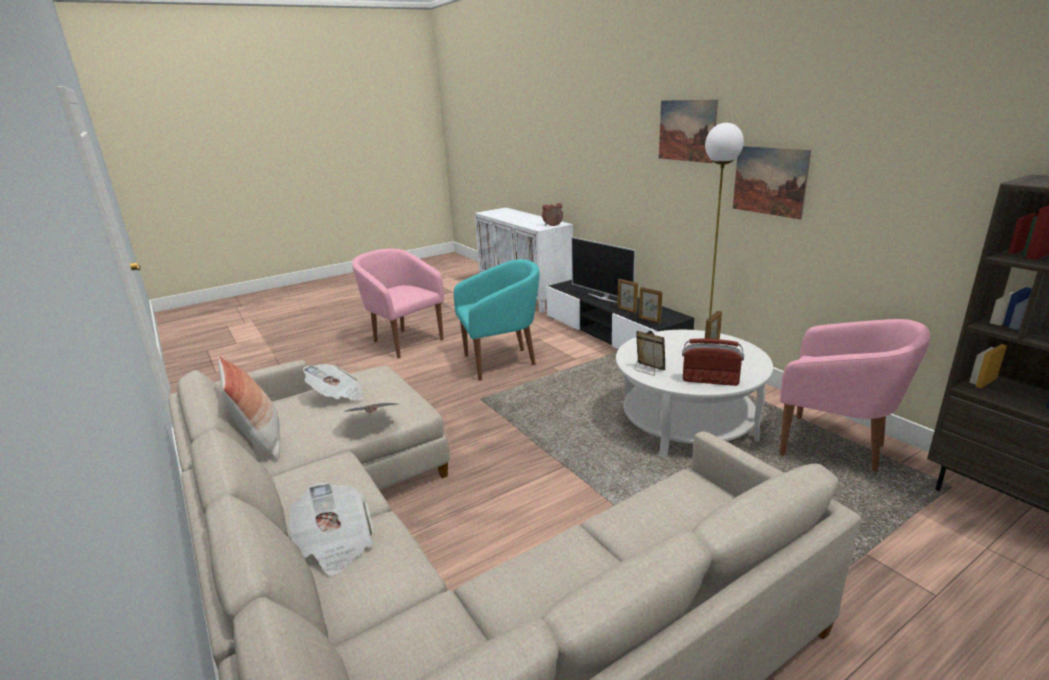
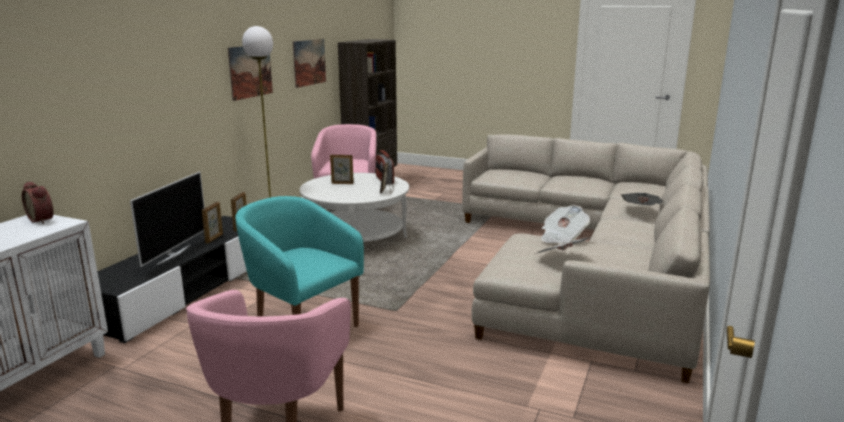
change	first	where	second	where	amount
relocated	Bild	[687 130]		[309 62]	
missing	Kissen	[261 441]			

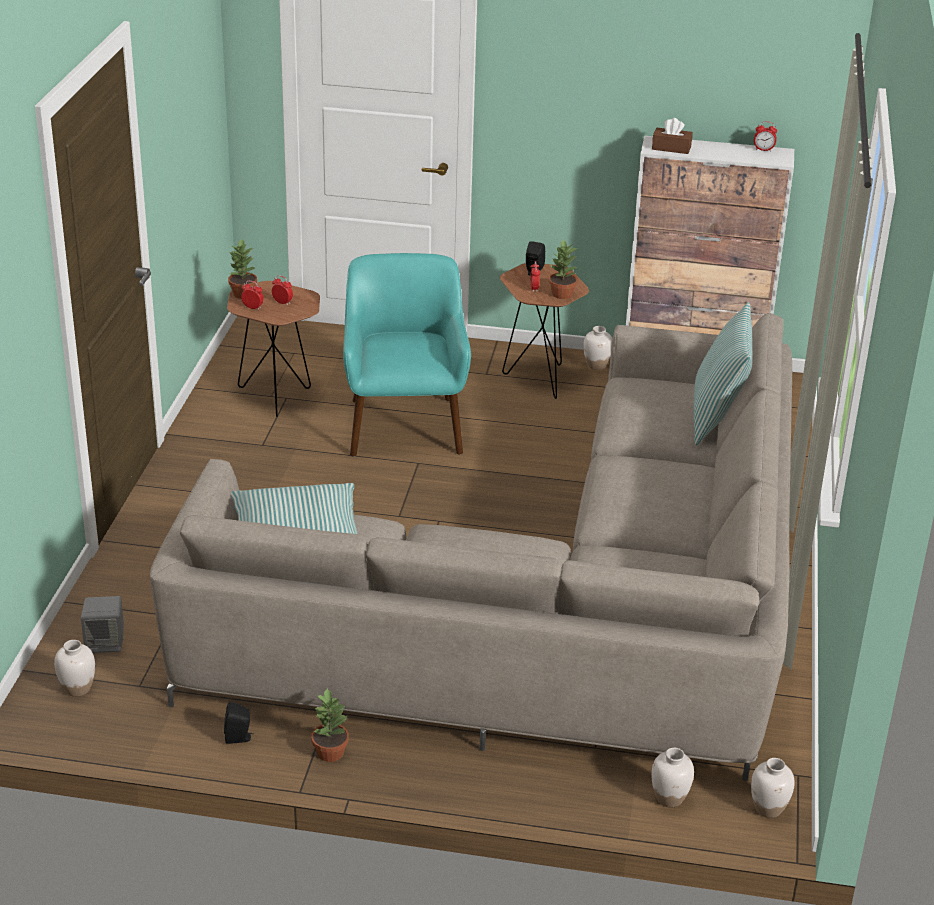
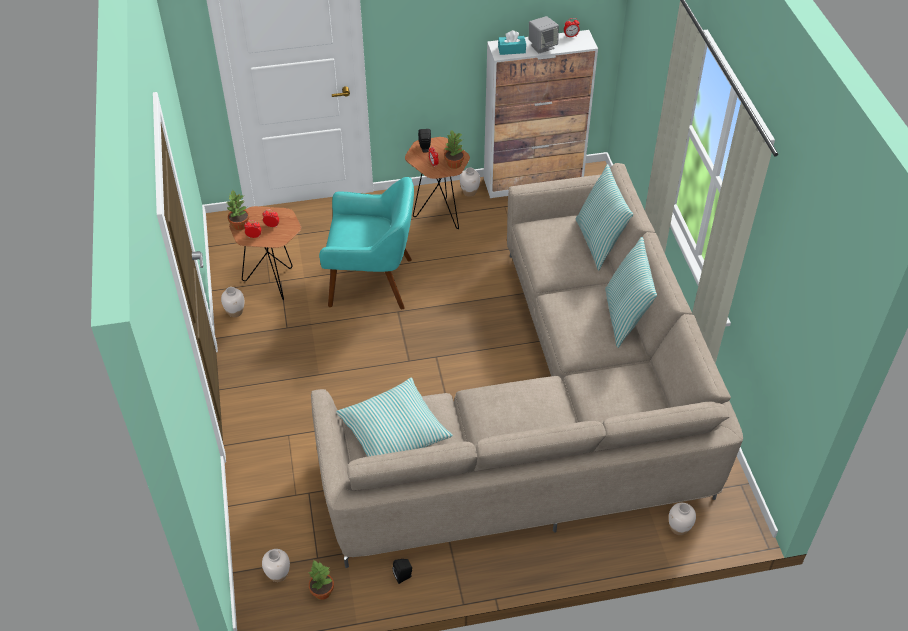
change	first	where	second	where	amount
colour	Taschentuchbox [braun]	[671 148]	Taschentuchbox [türkis]	[511 50]	
spun	Sessel [türkis]	[404 425]		[372 282]	120 degrees clockwise
relocated	Lautsprecher [grau]	[105 643]		[542 46]	
relocated	Topfpflanze	[329 752]		[322 591]	
relocated	Vase [weiß]	[768 809]		[235 312]	
appeared			Kissen	[625 317]	

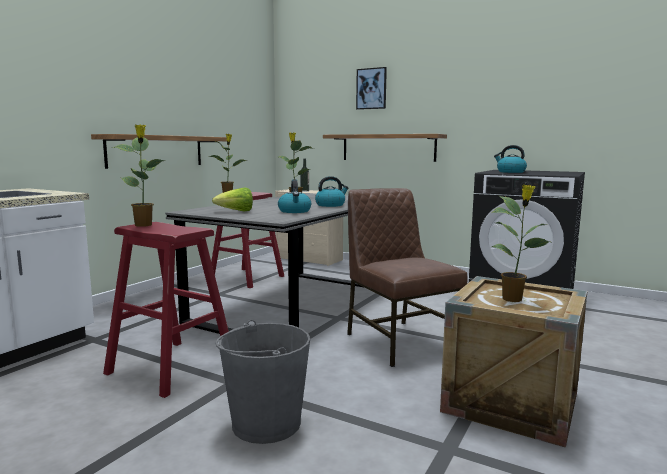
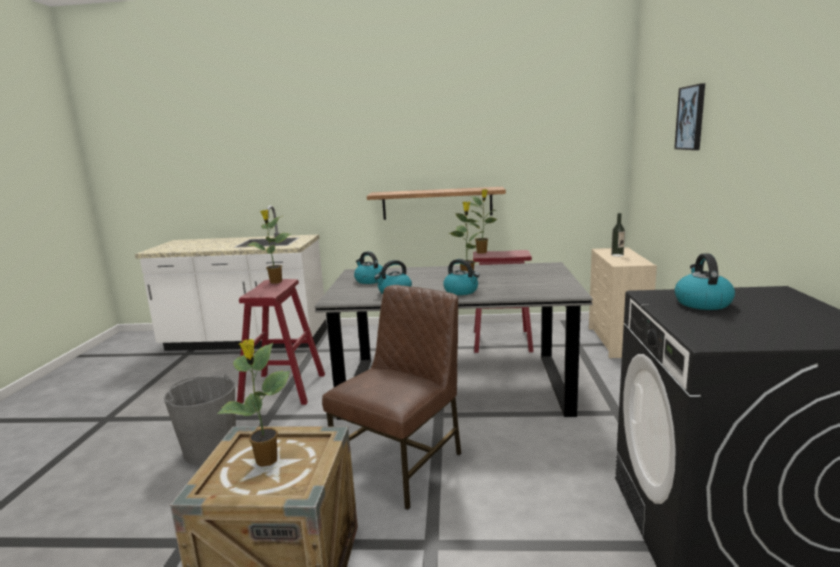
change	first	where	second	where	amount
missing	Wandregal	[388 147]			
exchanged	Salatkopf	[236 211]	Wasserkessel	[369 280]	

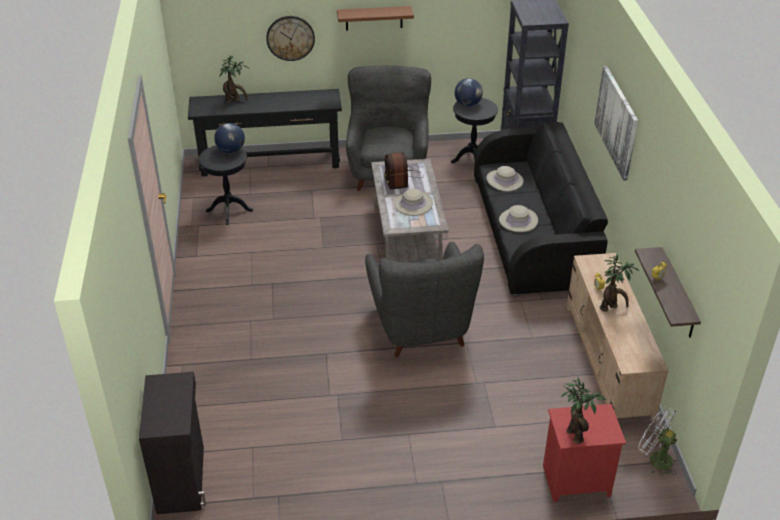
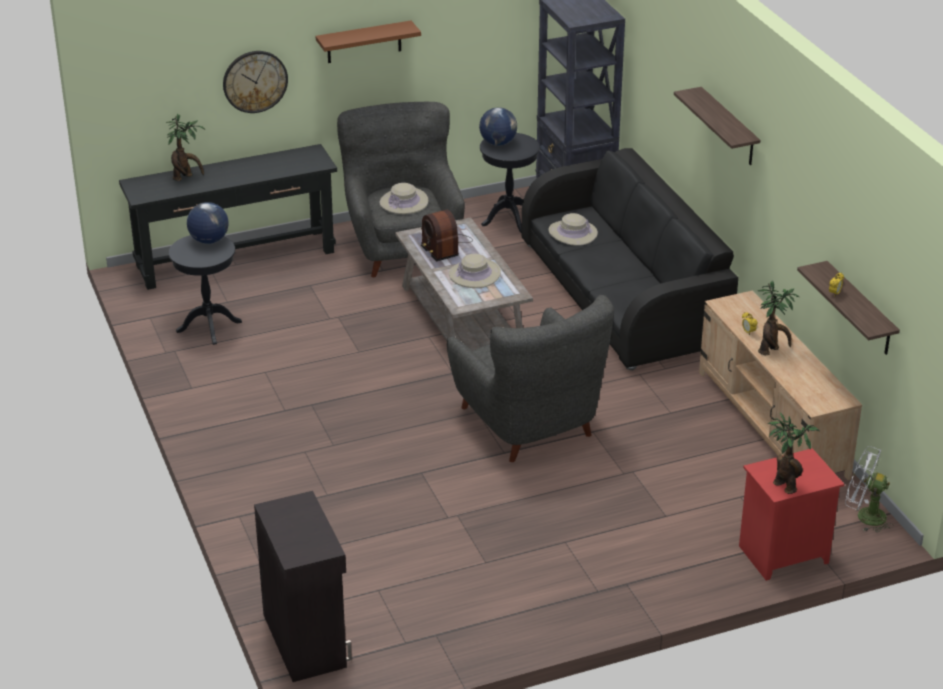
change	first	where	second	where	amount
exchanged	Bild	[617 122]	Wandregal	[729 127]	
relocated	Hut [beige]	[518 220]		[404 202]	

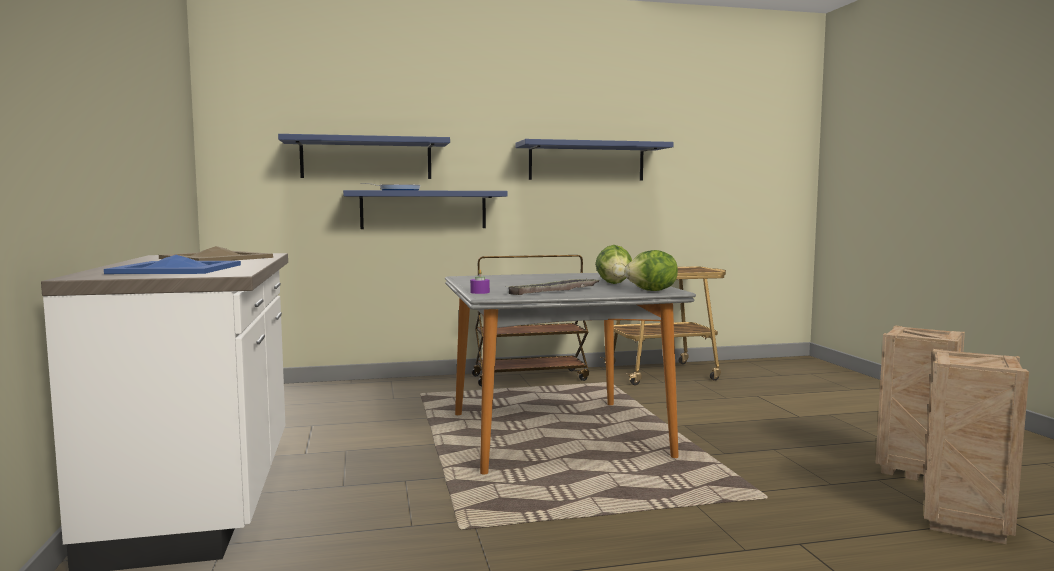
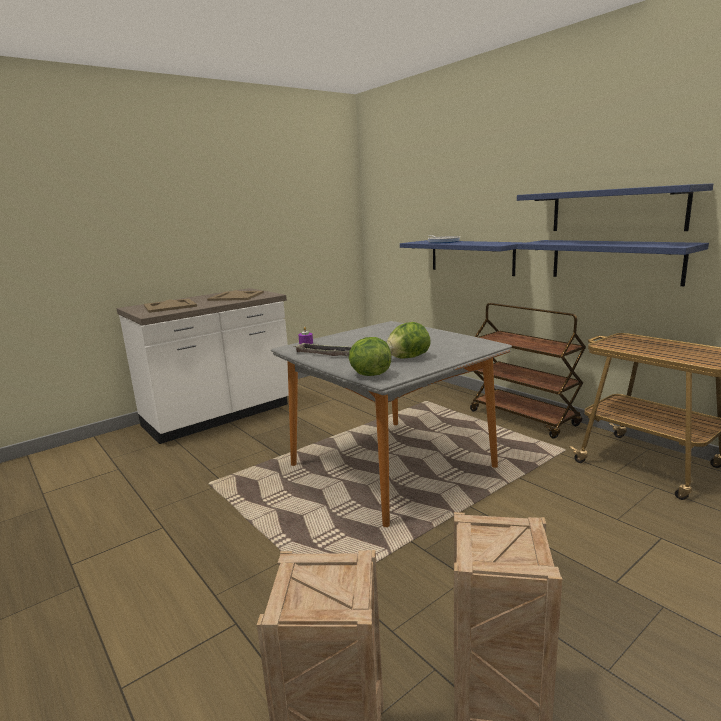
change	first	where	second	where	amount
relocated	Wandregal [blau]	[366 159]		[614 261]	
colour	Tablett [blau]	[175 269]	Tablett [beige]	[169 306]	

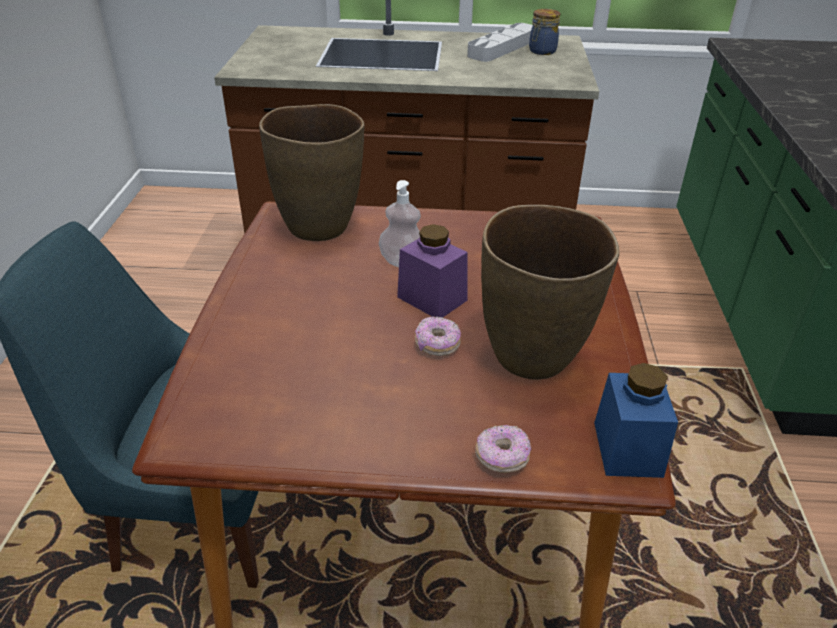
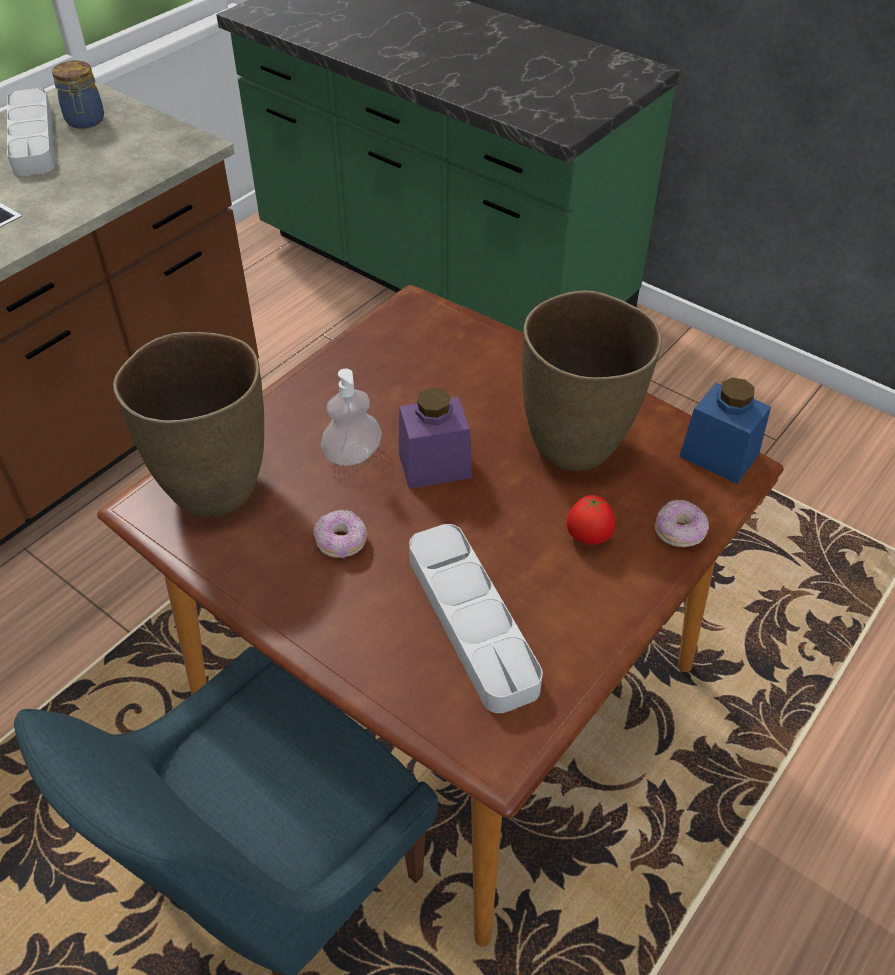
change	first	where	second	where	amount
relocated	Donut	[437 345]		[341 542]	
appeared			Tomate	[588 538]	
appeared			Tablett [grau]	[471 621]	

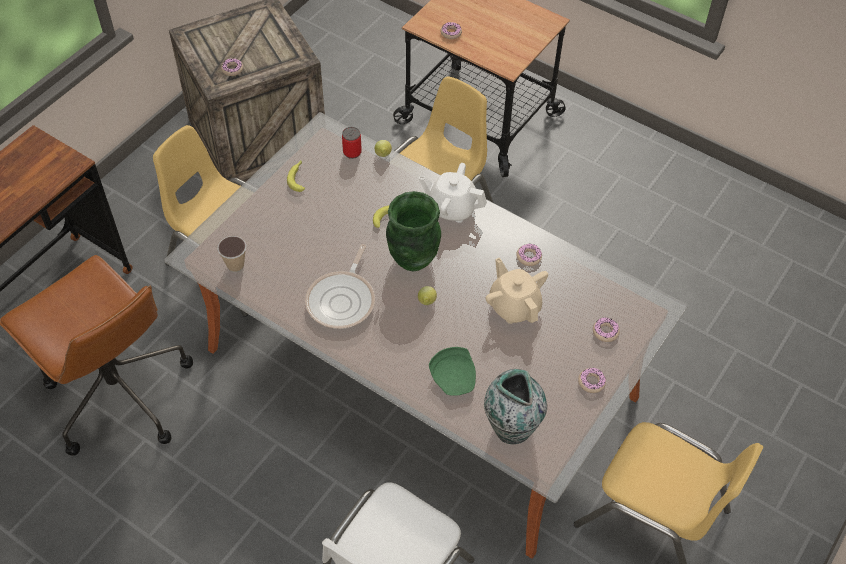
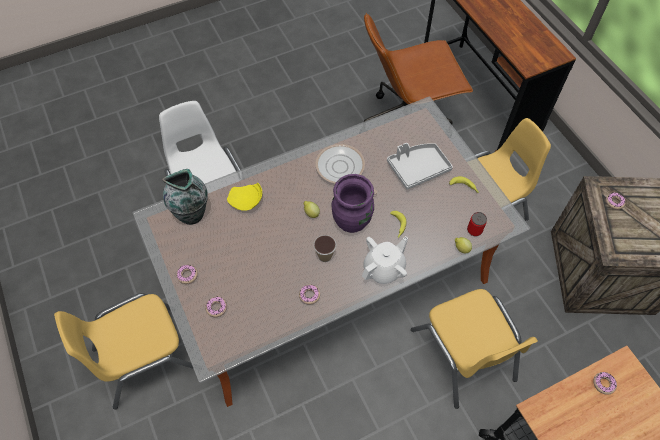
change	first	where	second	where	amount
colour	Vase [grün]	[412 258]	Vase [lila]	[352 222]	
relocated	Tasse	[235 265]		[325 256]	
missing	Teekanne [beige]	[514 306]			
colour	Teller [grün]	[454 377]	Teller [gelb]	[246 201]	
appeared			Tablett [grau]	[418 168]	

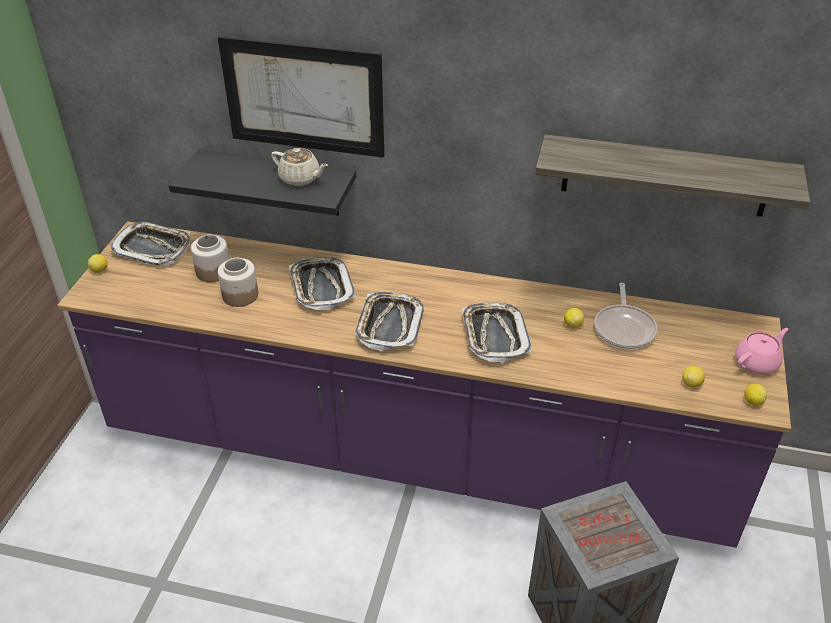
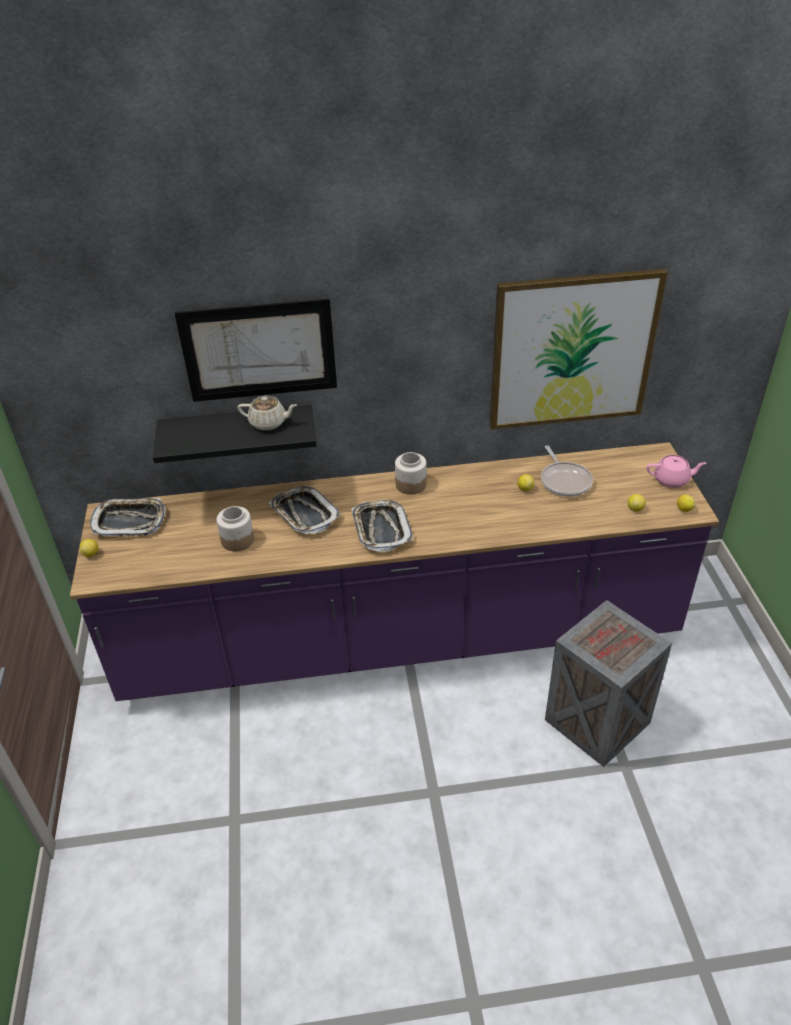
change	first	where	second	where	amount
exchanged	Wandregal	[665 176]	Bild	[572 351]	
relocated	Vorratsglas	[213 271]		[410 484]	
missing	Tablett	[494 335]			
spun	Teekanne [rosa]	[757 363]		[672 480]	60 degrees clockwise

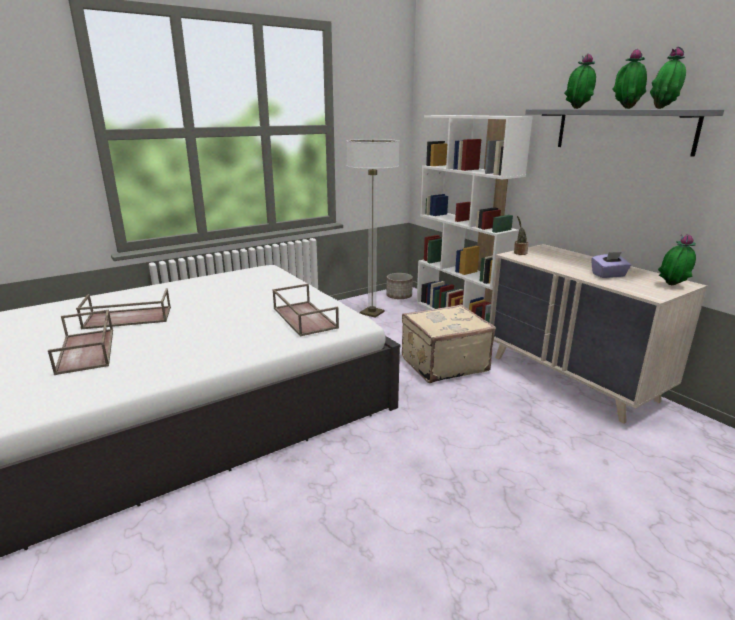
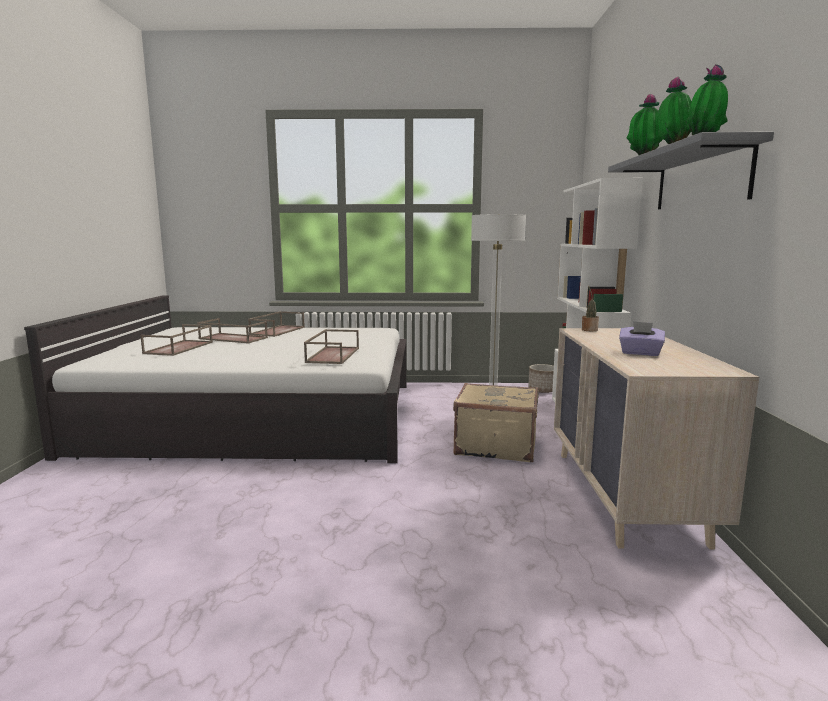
change	first	where	second	where	amount
missing	Topfpflanze	[672 286]			
appeared			Tablett [braun]	[277 330]	

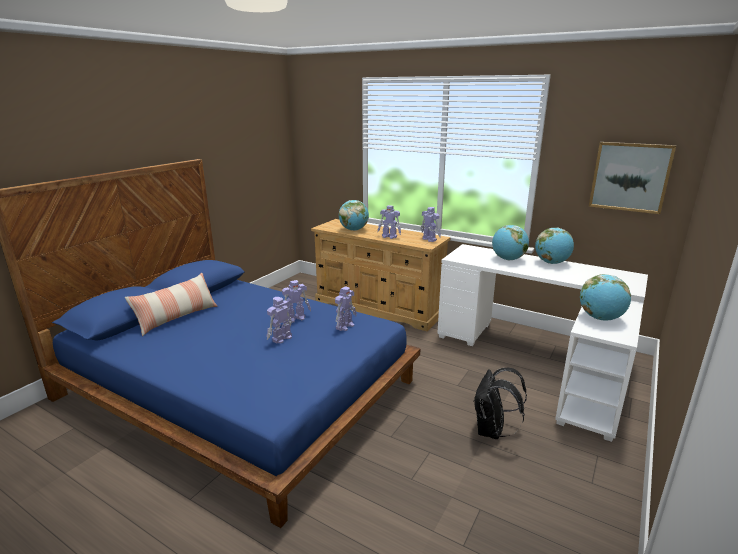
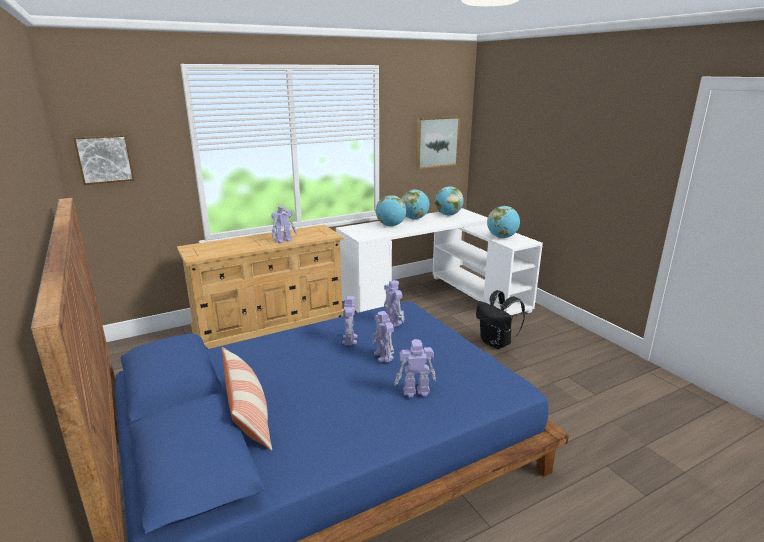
change	first	where	second	where	amount
relocated	Globus	[353 230]		[448 215]	
relocated	Spielzeugroboter	[429 239]		[415 391]	
appeared			Bild	[104 159]	

